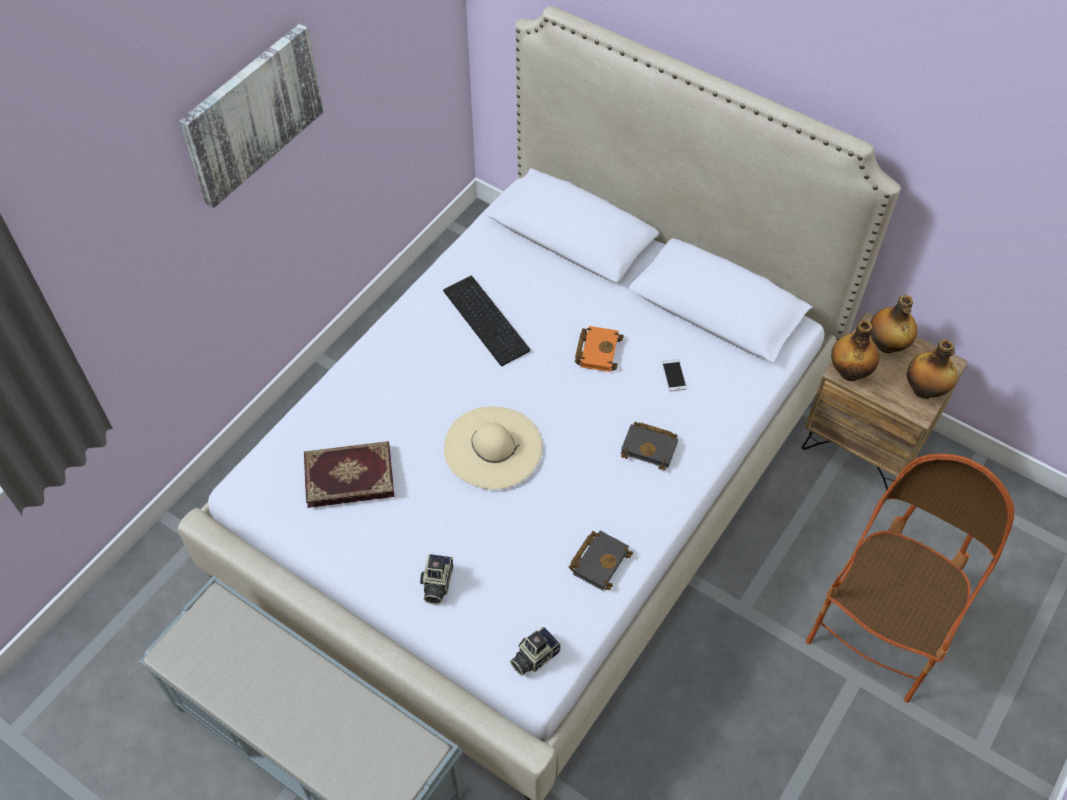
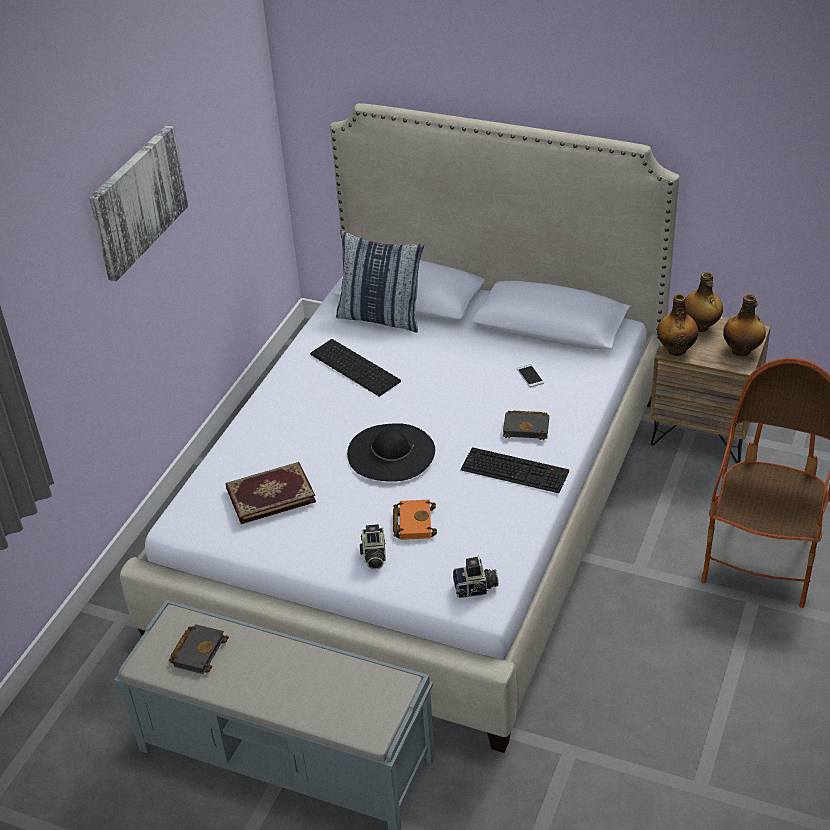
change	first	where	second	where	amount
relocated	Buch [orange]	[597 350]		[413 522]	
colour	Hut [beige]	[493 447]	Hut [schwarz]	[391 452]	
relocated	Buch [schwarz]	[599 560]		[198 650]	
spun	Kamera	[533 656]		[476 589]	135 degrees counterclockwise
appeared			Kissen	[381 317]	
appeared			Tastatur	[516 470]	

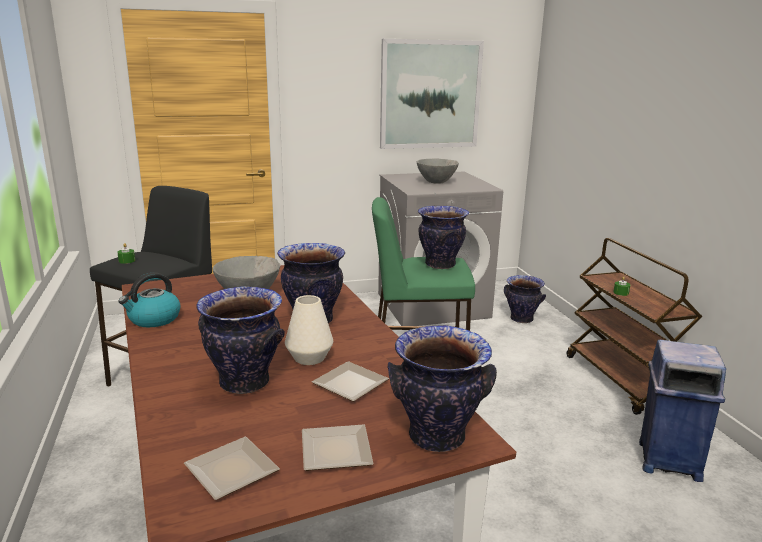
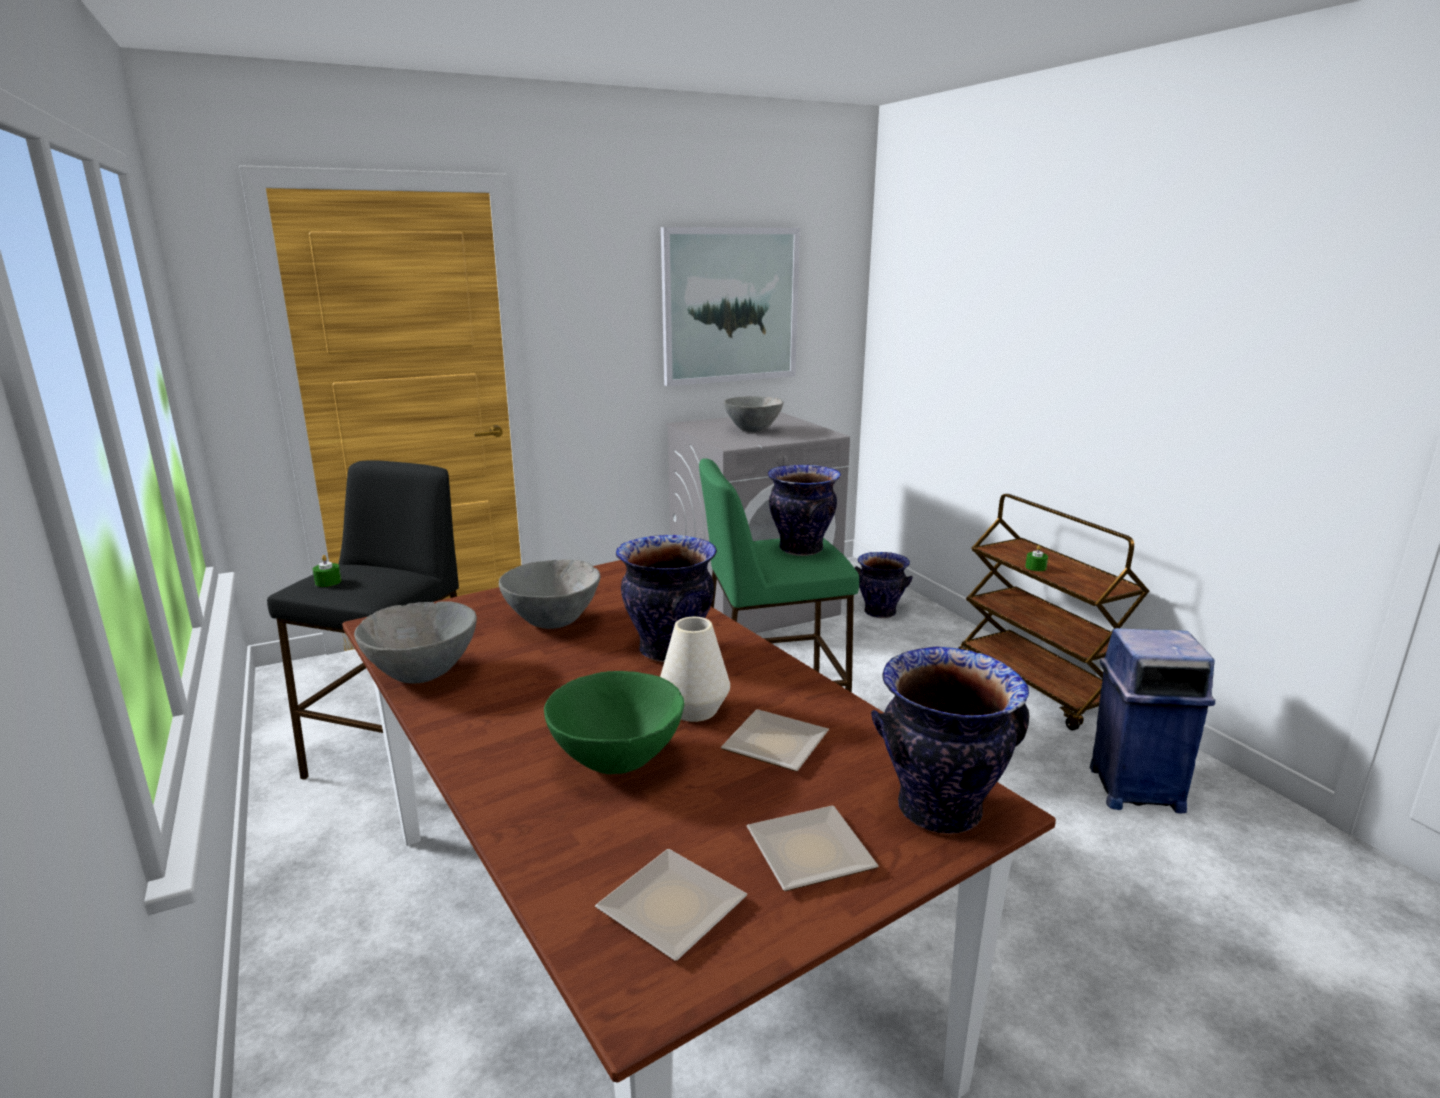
change	first	where	second	where	amount
exchanged	Wasserkessel	[153 319]	Schüssel [grau]	[423 674]	
exchanged	Vase	[244 383]	Schüssel [grün]	[617 762]	

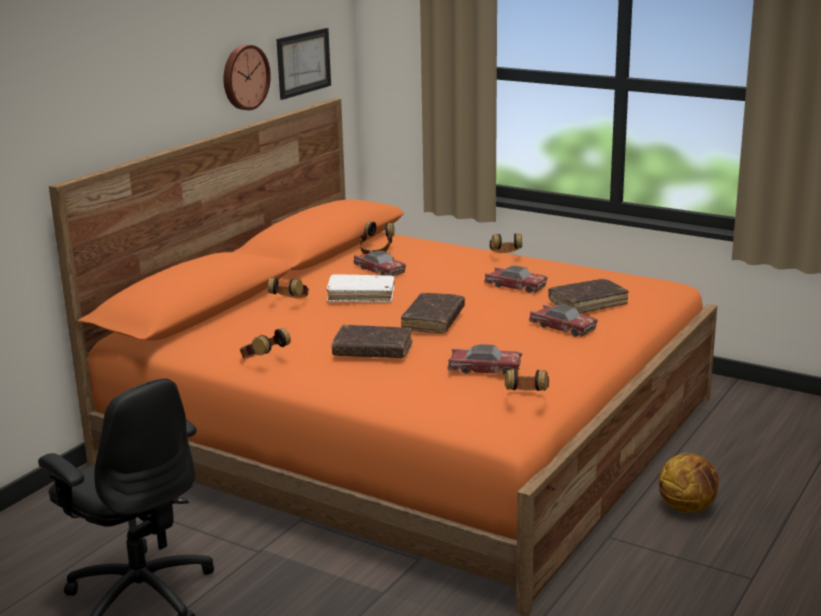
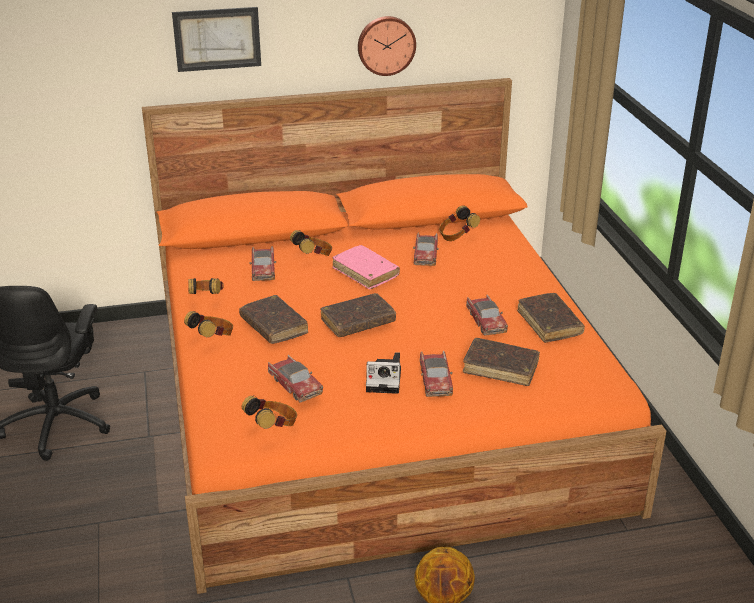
change	first	where	second	where	amount
relocated	Bild	[303 63]		[217 39]	
relocated	Kopfhörer	[505 257]		[212 338]	
colour	Buch [weiß]	[361 295]	Buch [rosa]	[365 273]	
appeared			Spielzeugauto	[263 269]	
appeared			Buch [braun]	[549 323]	
appeared			Kamera	[385 380]	

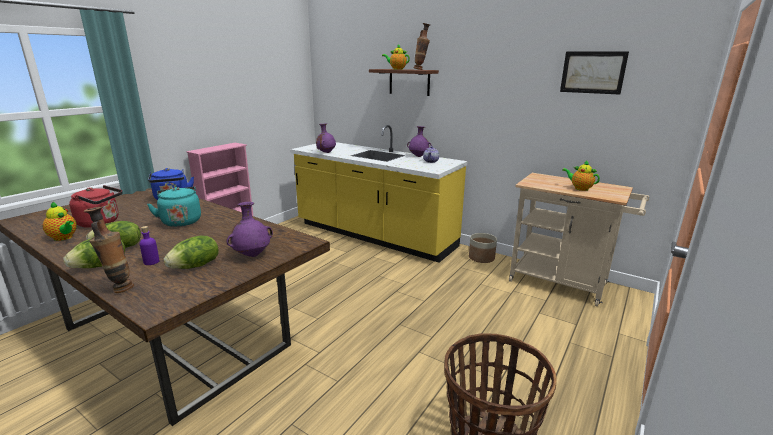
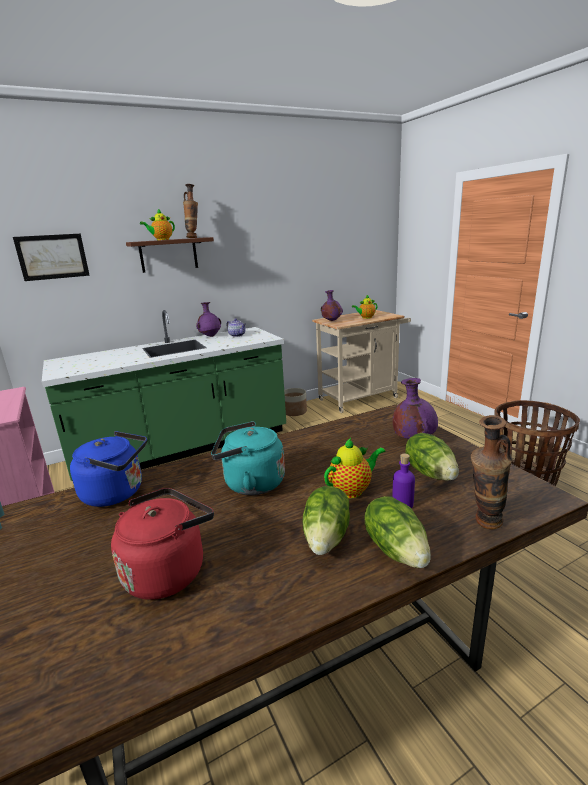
change	first	where	second	where	amount
relocated	Bild	[592 72]		[52 257]	
relocated	Vase [lila]	[326 152]		[331 321]	
colour	Küchenzeile [gelb]	[374 235]	Küchenzeile [grün]	[184 448]	
relocated	Teekanne	[64 238]		[352 490]	

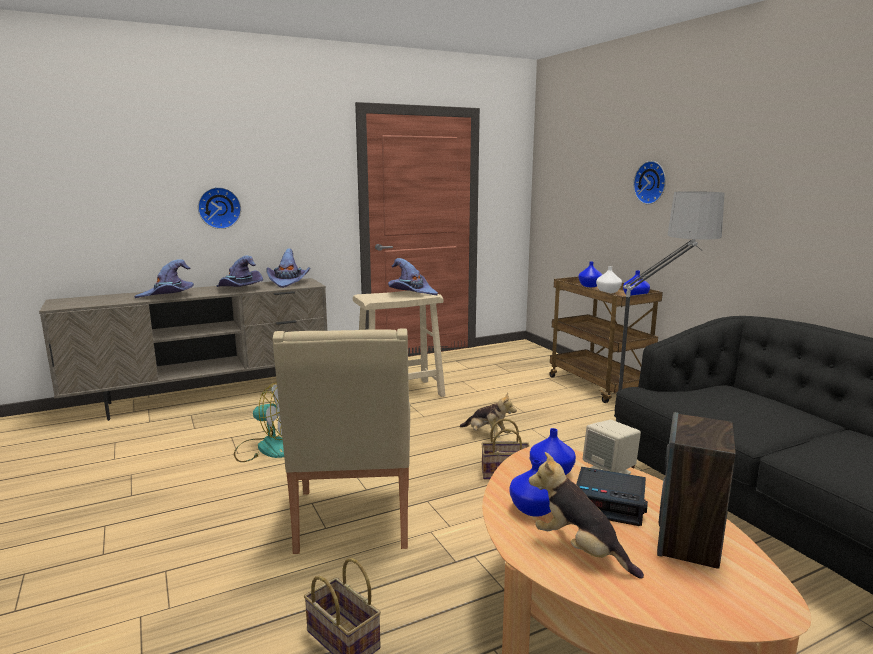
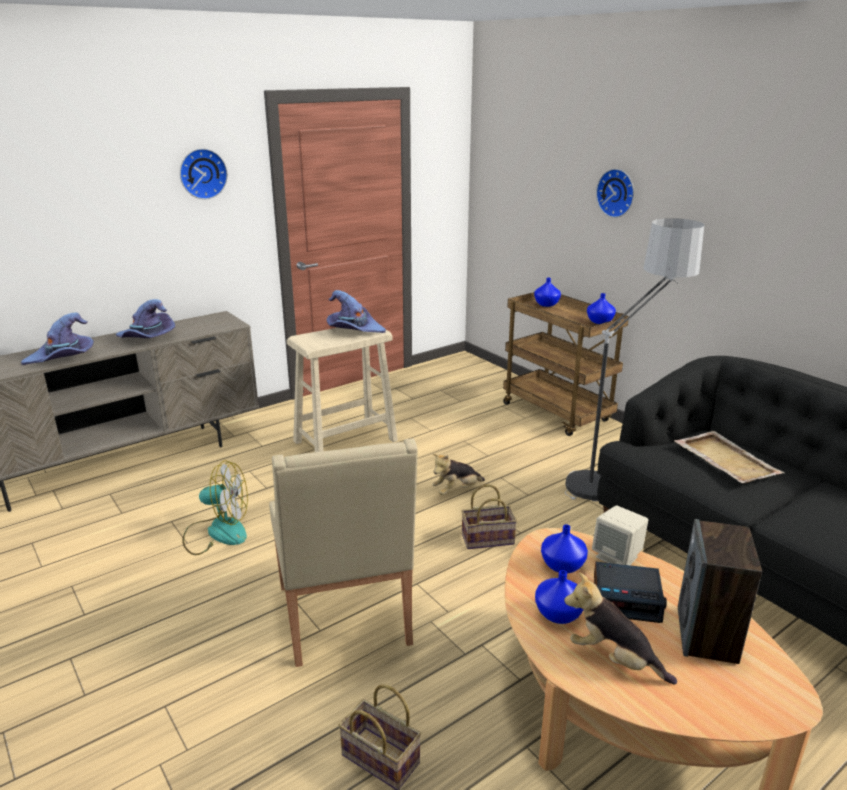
change	first	where	second	where	amount
relocated	Wanduhr	[219 208]		[202 173]	
missing	Hut [lila]	[288 282]			
missing	Vase [weiß]	[608 292]			
spun	Plüschtier	[487 435]		[456 490]	120 degrees clockwise
appeared			Tablett [beige]	[725 459]	

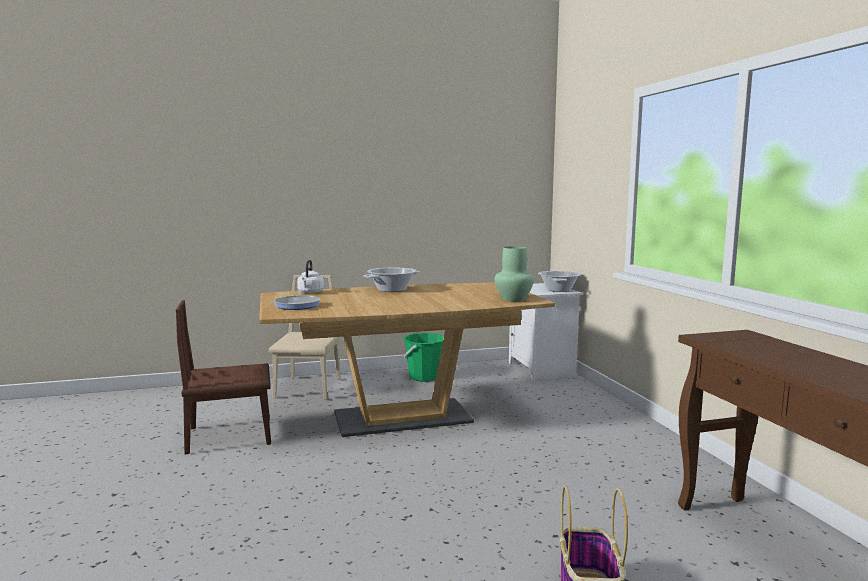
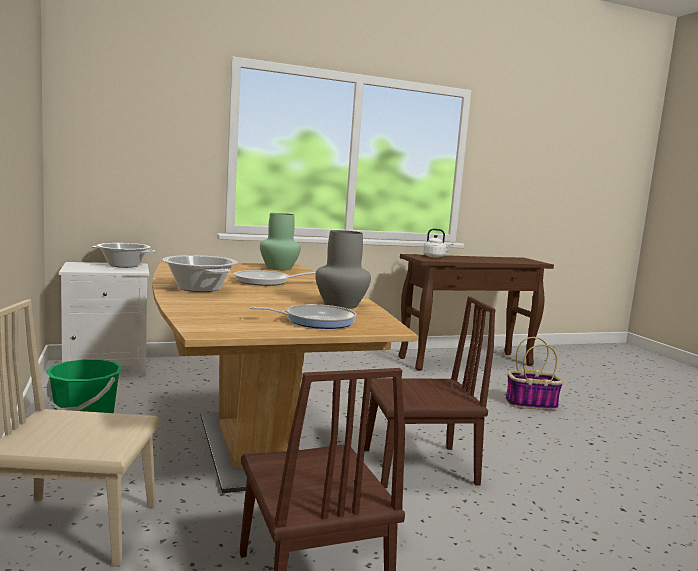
change	first	where	second	where	amount
relocated	Wasserkessel [weiß]	[310 292]		[435 256]	
appeared			Vase [grau]	[340 305]	
appeared			Pfanne	[267 282]	
appeared			Stuhl [braun]	[418 466]	

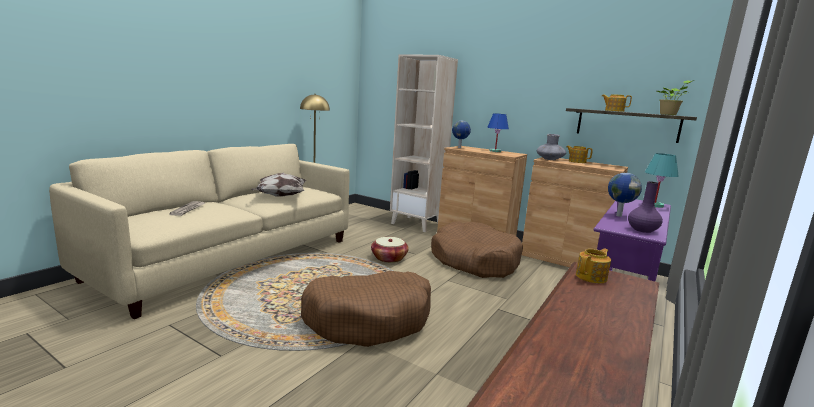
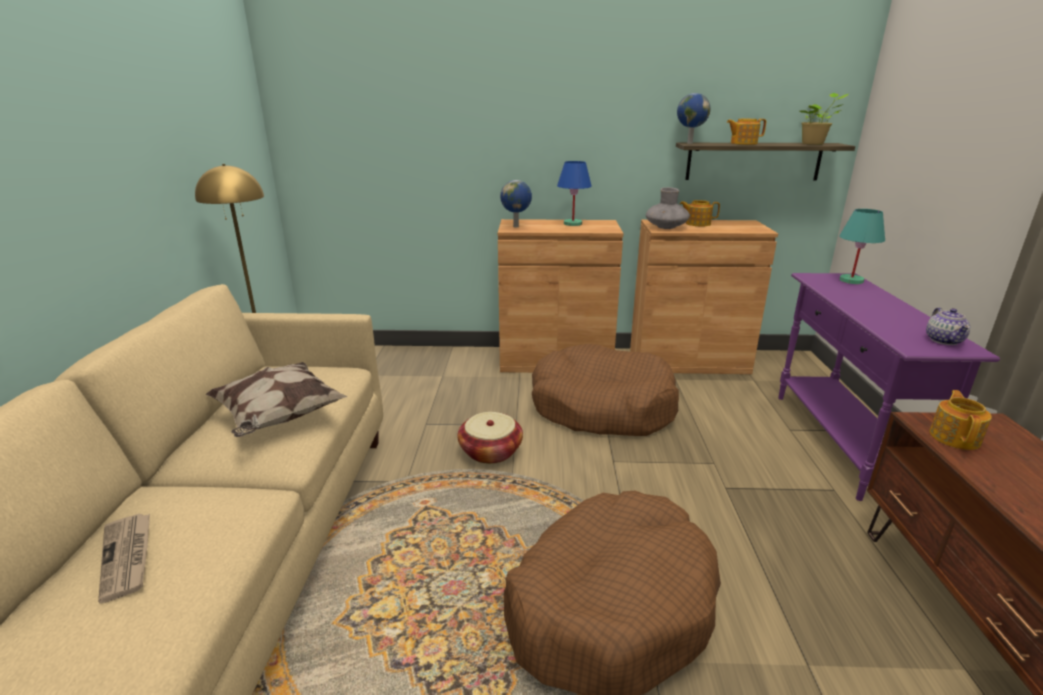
change	first	where	second	where	amount
missing	Bücherregal [beige]	[416 224]			
relocated	Globus	[618 215]		[689 143]	
exchanged	Vase [lila]	[643 230]	Teekanne	[944 340]	

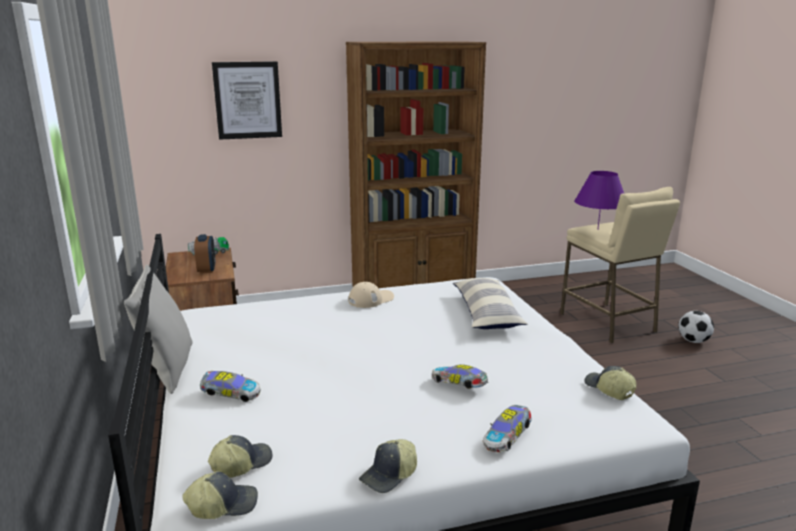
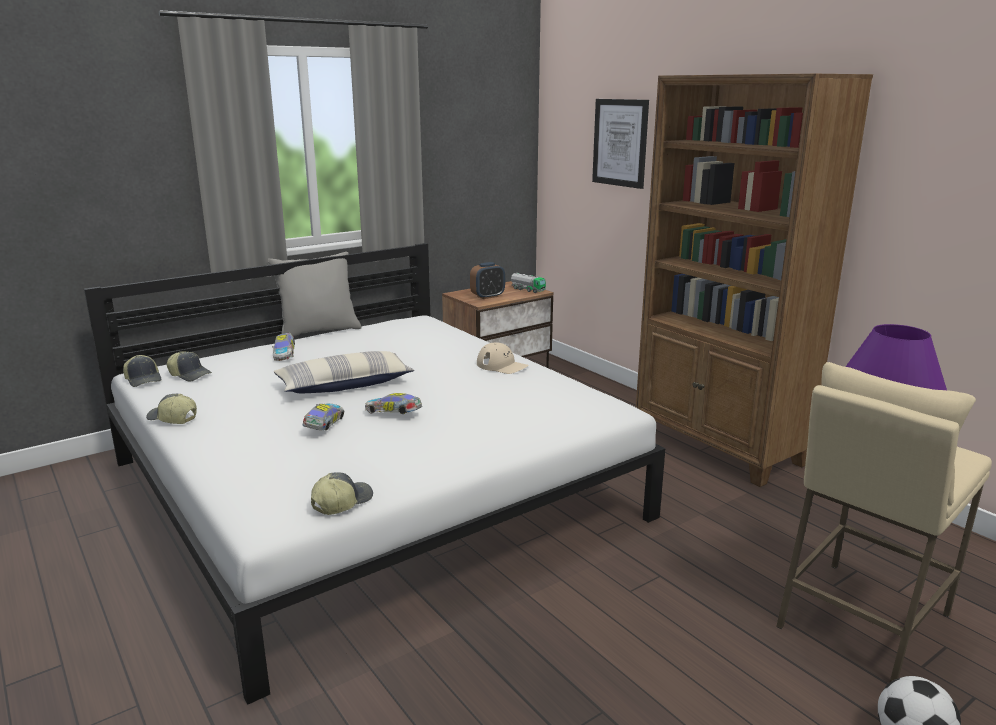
change	first	where	second	where	amount
relocated	Kissen	[486 314]		[345 385]	
relocated	Spielzeugauto	[507 437]		[394 414]	

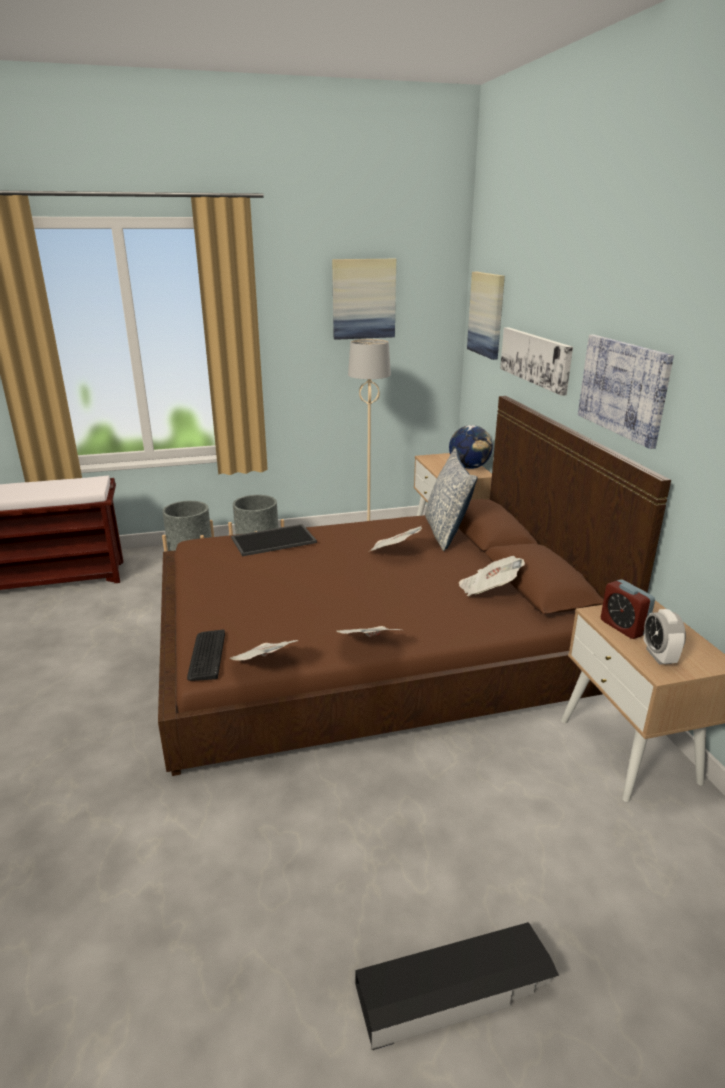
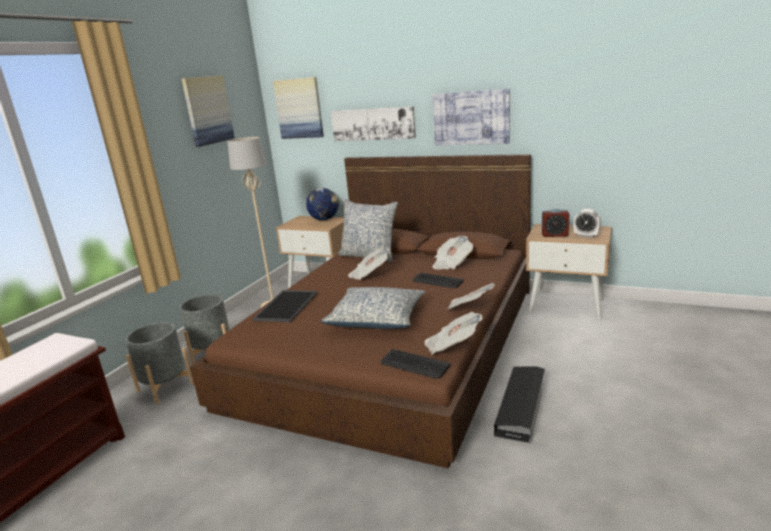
change	first	where	second	where	amount
relocated	Aufbewahrungsbox [schwarz]	[455 989]		[521 407]	
appeared			Tastatur	[437 281]	
appeared			Kissen	[377 319]	

